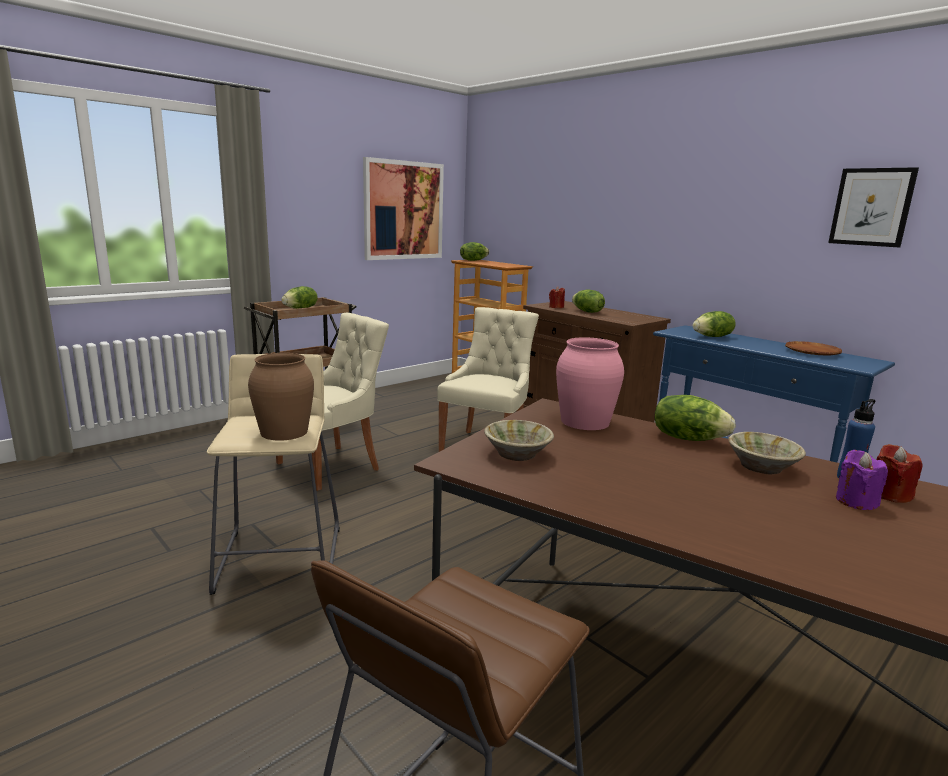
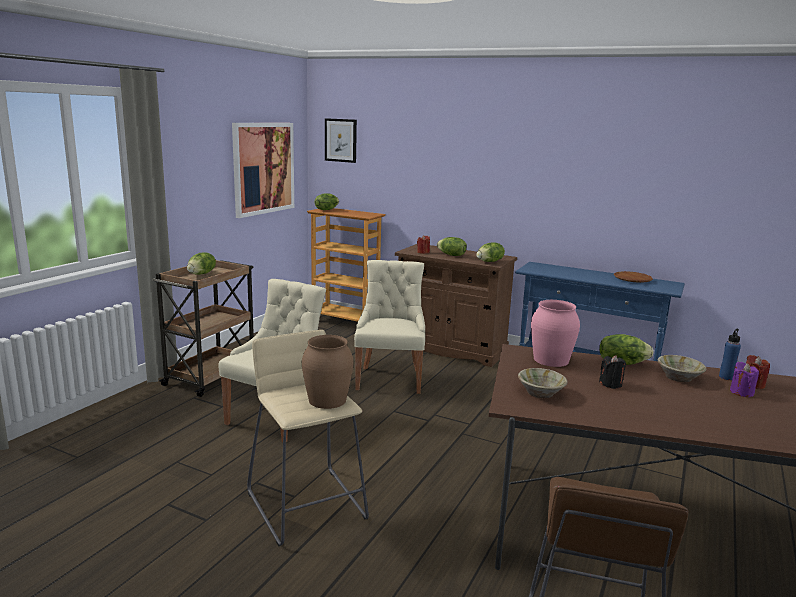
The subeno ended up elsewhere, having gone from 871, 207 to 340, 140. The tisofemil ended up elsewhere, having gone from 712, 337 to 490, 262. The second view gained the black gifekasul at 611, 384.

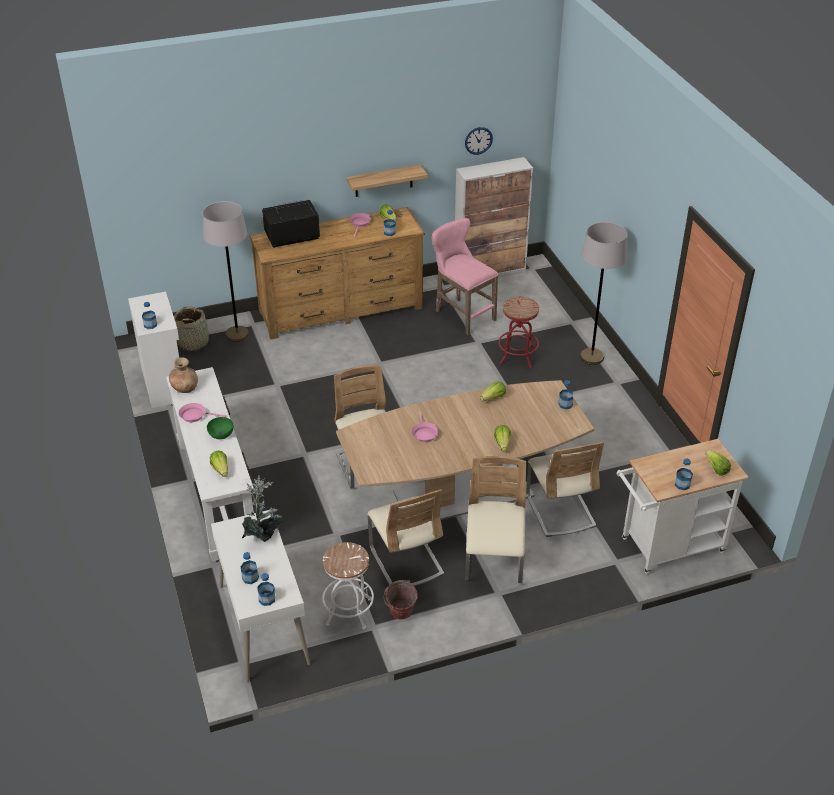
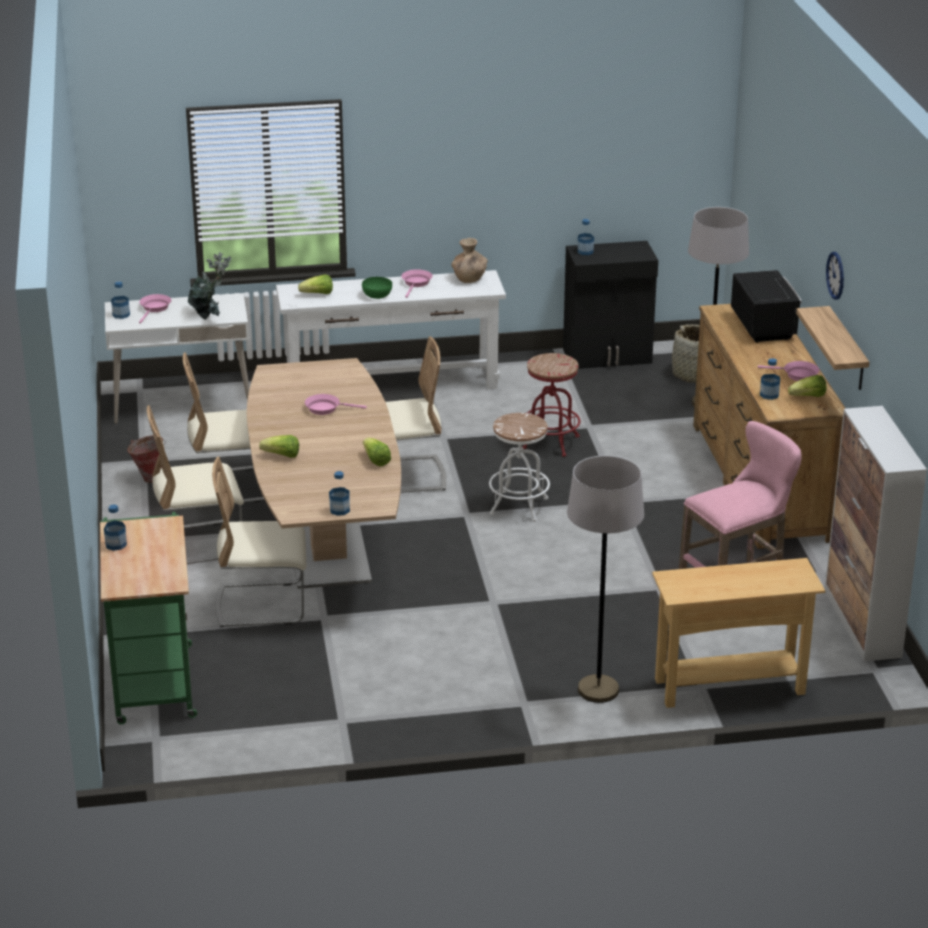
The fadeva ended up elsewhere, having gone from 478, 140 to 835, 275. What was the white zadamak at 164, 384 turned into the black zadamak at 608, 357. The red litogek ended up elsewhere, having gone from 517, 357 to 550, 442. What was the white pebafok at 666, 547 turned into the green pebafok at 153, 678. The second view lost the tisofemil at 716, 468. The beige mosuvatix at 494, 562 ended up facing another way, 150 degrees clockwise from before. The white litogek ended up elsewhere, having gone from 348, 611 to 519, 506. Where the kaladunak stood at 250, 577, the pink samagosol came to stand at 155, 308. The second view gained the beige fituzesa at 729, 686.

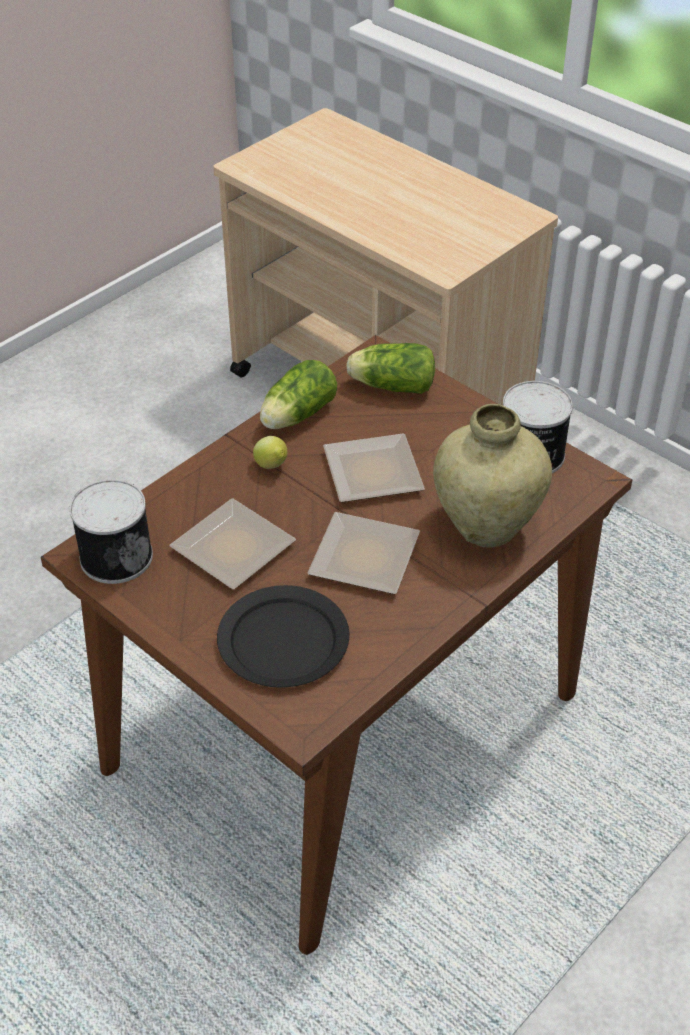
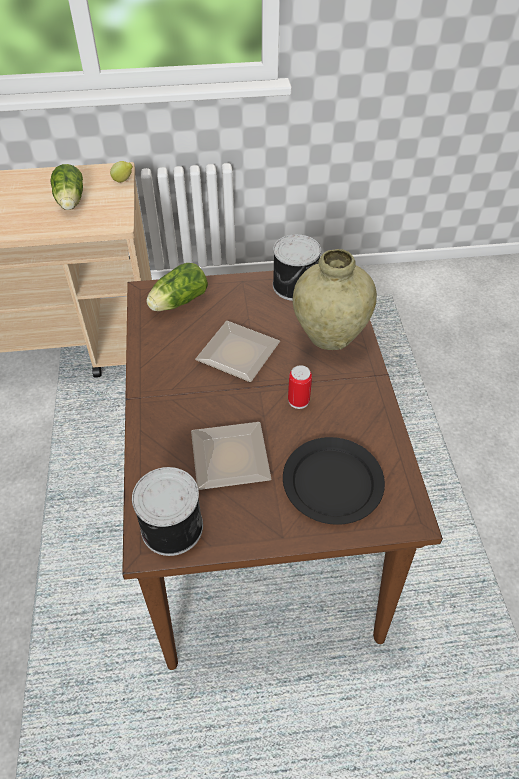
The tisofemil ended up elsewhere, having gone from 295, 416 to 70, 202. The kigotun ended up elsewhere, having gone from 272, 466 to 123, 181. Where the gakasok stood at 362, 554, the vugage came to stand at 298, 400.

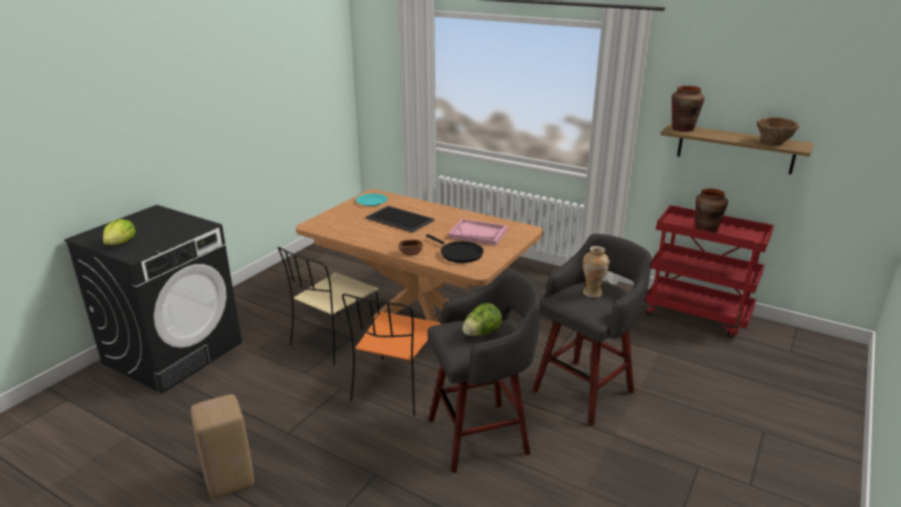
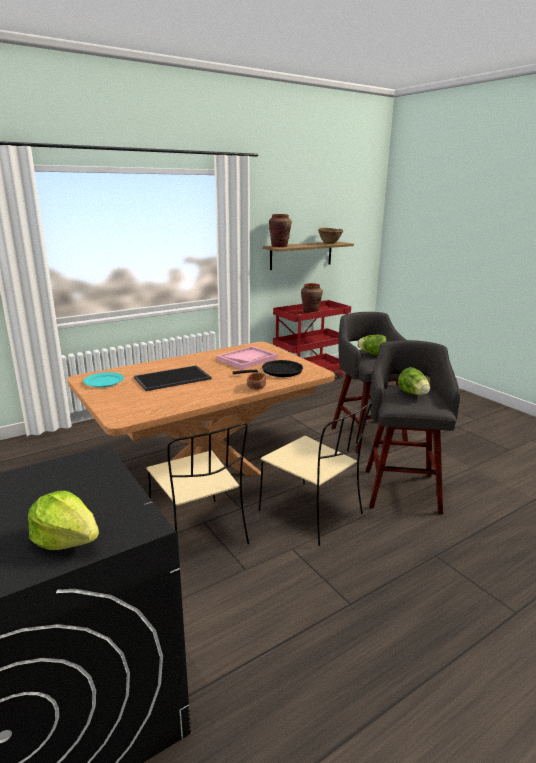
Where the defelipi stood at 592, 293, the tisofemil came to stand at 372, 354. What was the orange mosuvatix at 396, 387 turned into the beige mosuvatix at 312, 513. The second view lost the beige litogek at 229, 480.

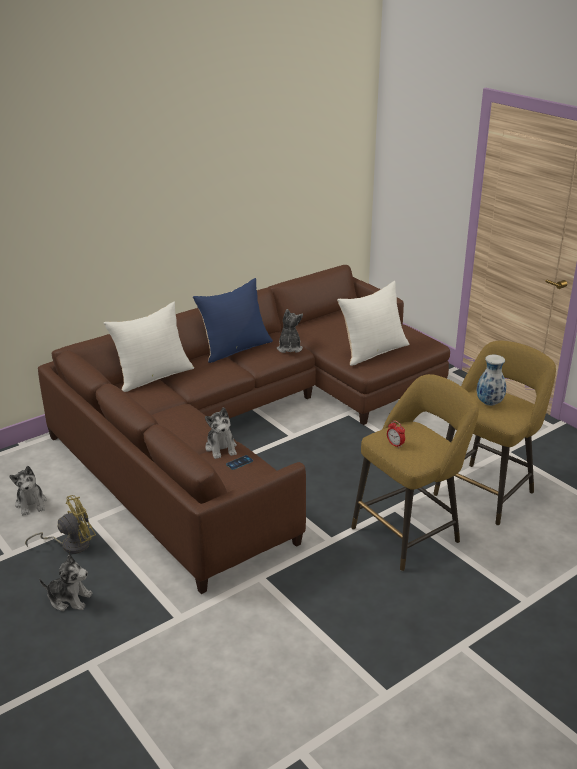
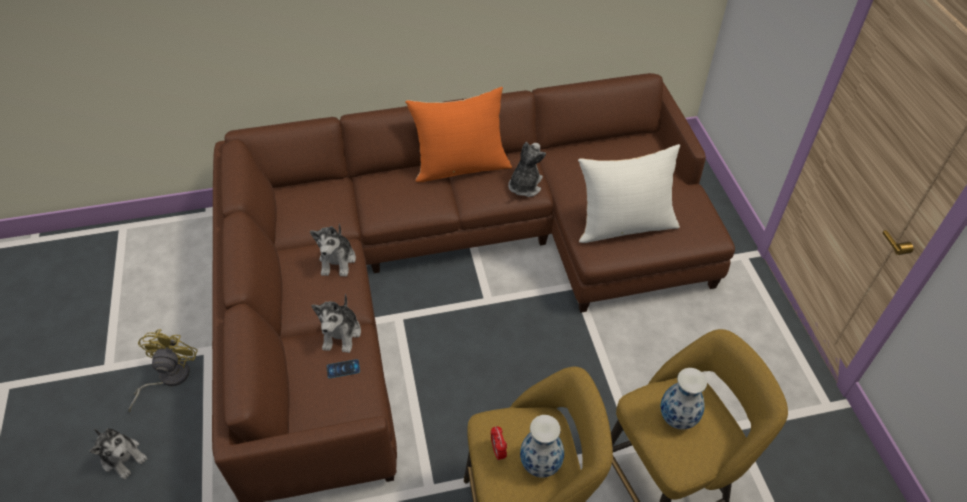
What was the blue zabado at 235, 348 turned into the orange zabado at 461, 166. The second view lost the white zabado at 153, 376. The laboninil ended up elsewhere, having gone from 31, 503 to 337, 260. The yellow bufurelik at 70, 544 ended up facing another way, 75 degrees counterclockwise from before. The second view gained the defelipi at 541, 465.

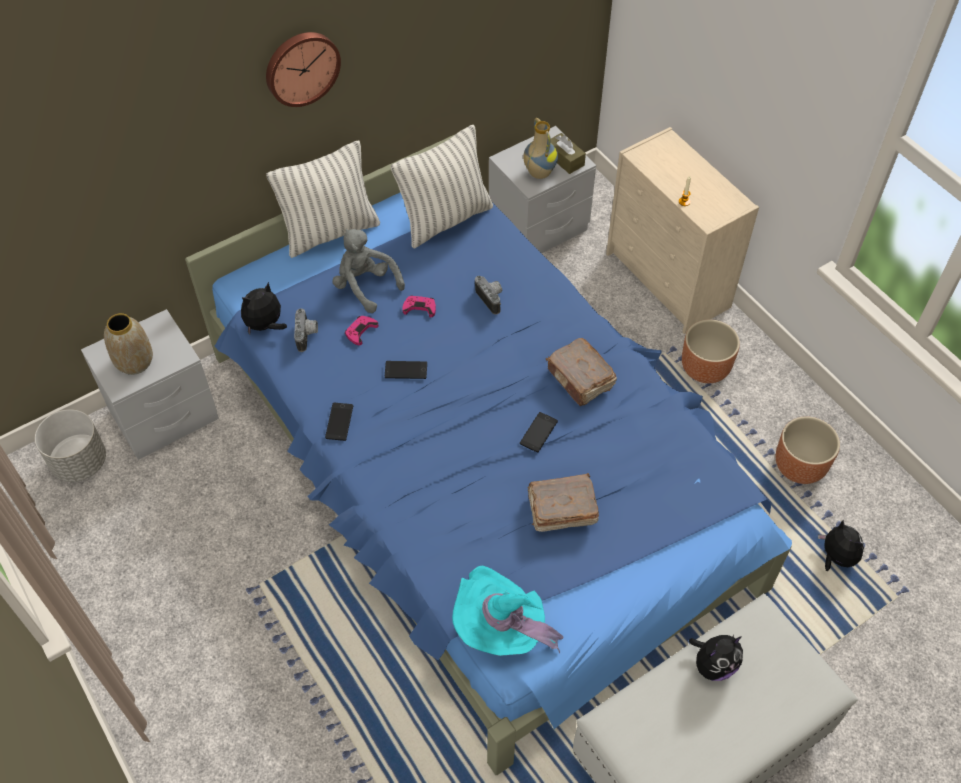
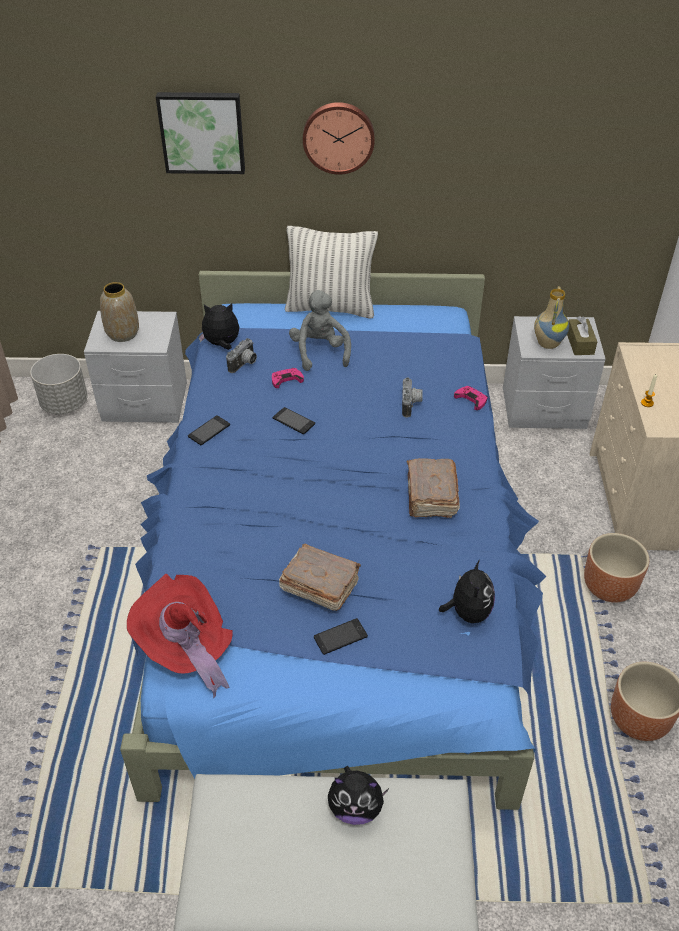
The second view lost the zabado at 445, 219. The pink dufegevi ended up elsewhere, having gone from 419, 308 to 471, 399. The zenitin ended up elsewhere, having gone from 538, 432 to 340, 637. The laboninil ended up elsewhere, having gone from 836, 557 to 468, 612. What was the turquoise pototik at 502, 629 turned into the red pototik at 186, 649. The second view gained the subeno at 202, 131.

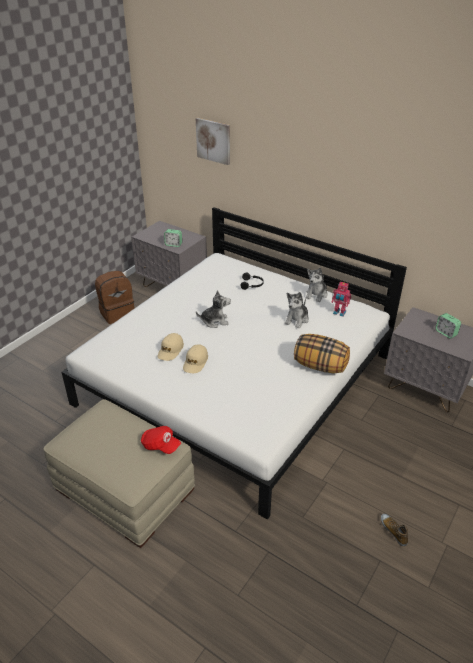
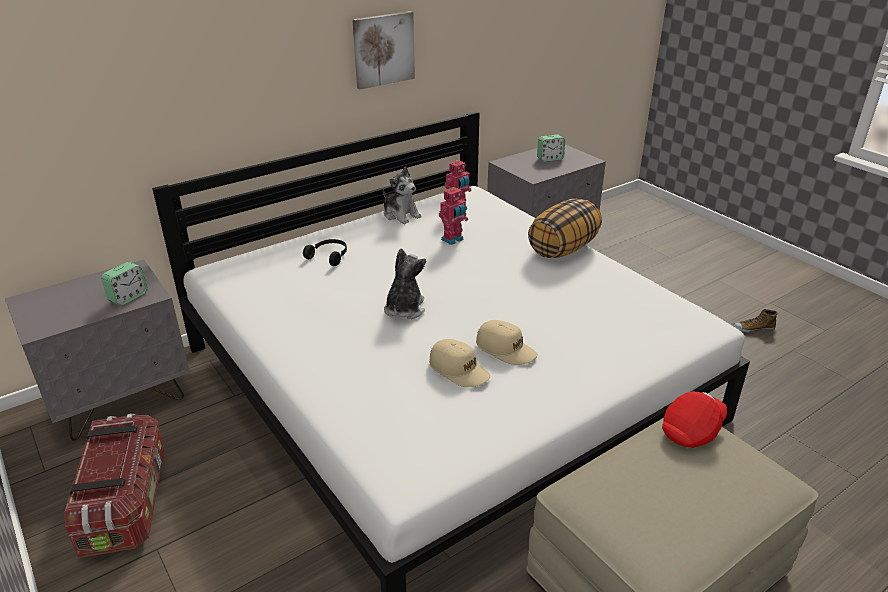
The subeno ended up elsewhere, having gone from 214, 140 to 383, 49. Where the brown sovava stood at 117, 313, the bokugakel came to stand at 126, 502. Where the laboninil stood at 297, 319, the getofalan came to stand at 453, 240.

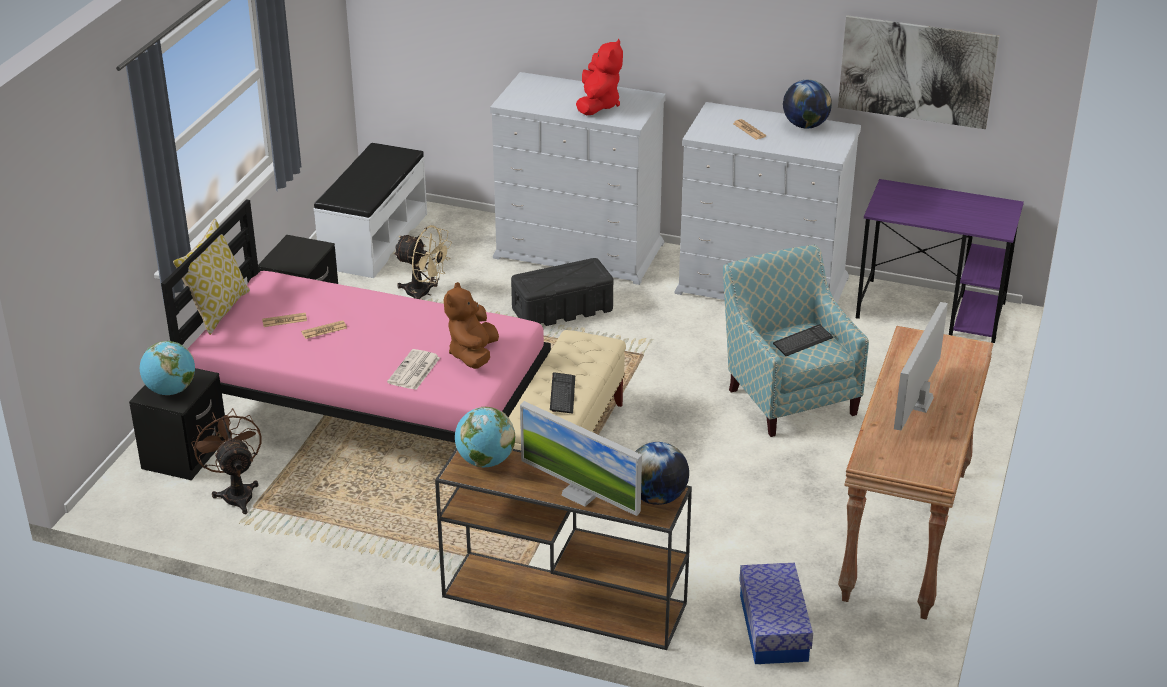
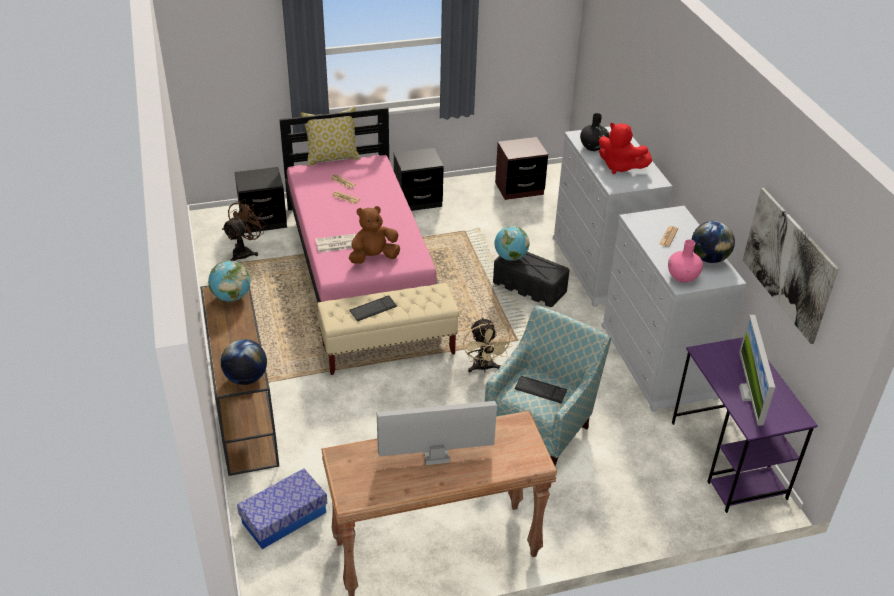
The red laboninil at 598, 105 ended up facing another way, 60 degrees clockwise from before. Where the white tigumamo stood at 373, 240, the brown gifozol came to stand at 519, 189. The beige bufurelik ended up elsewhere, having gone from 424, 293 to 484, 368. The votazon ended up elsewhere, having gone from 170, 390 to 510, 257. The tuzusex ended up elsewhere, having gone from 580, 494 to 750, 393. The second view gained the black defelipi at 593, 147. The second view gained the pink defelipi at 682, 277.

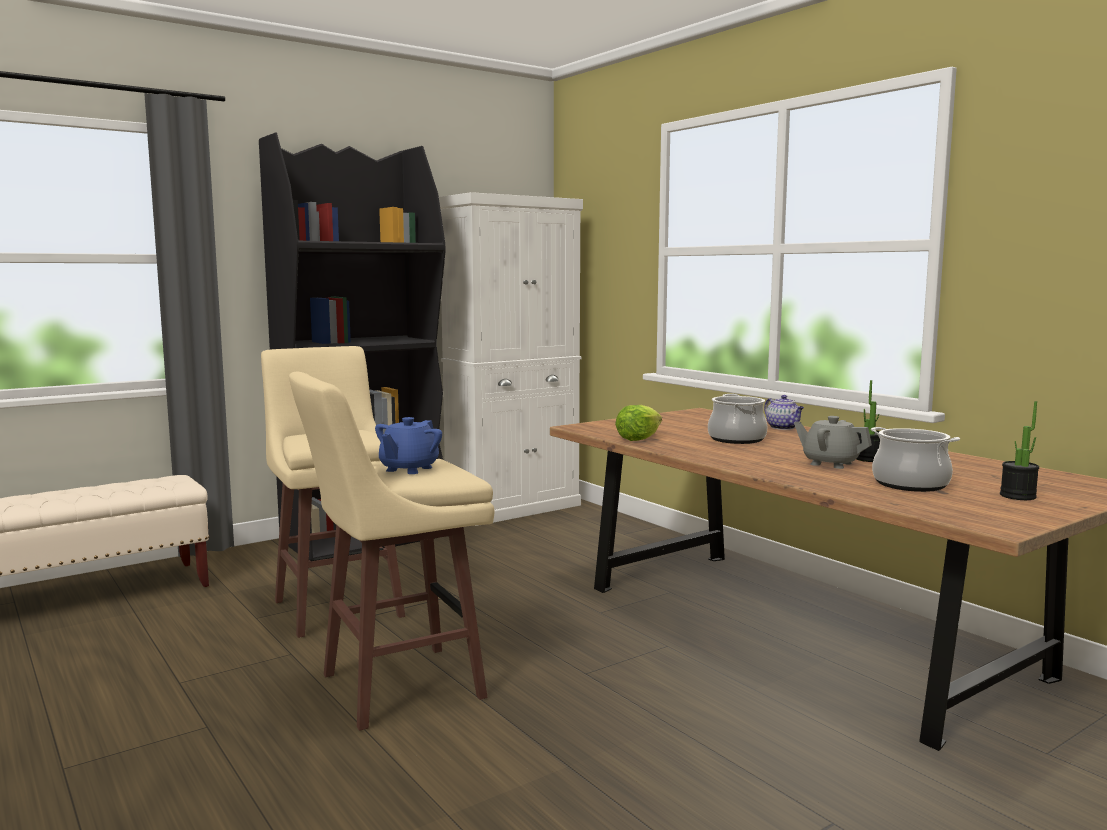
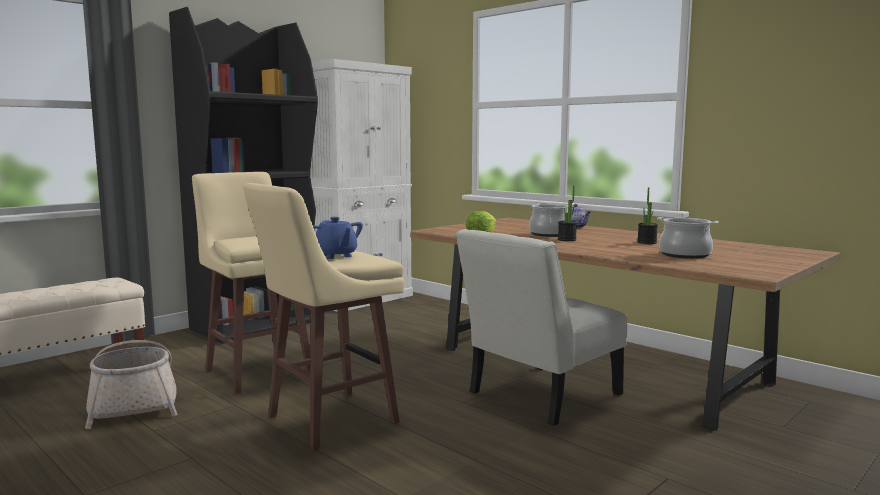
The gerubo ended up elsewhere, having gone from 1017, 496 to 567, 240. The second view lost the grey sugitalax at 830, 463. The blue sugitalax at 408, 469 ended up facing another way, 45 degrees counterclockwise from before. The second view gained the white mosuvatix at 539, 396. The second view gained the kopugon at 135, 402.

